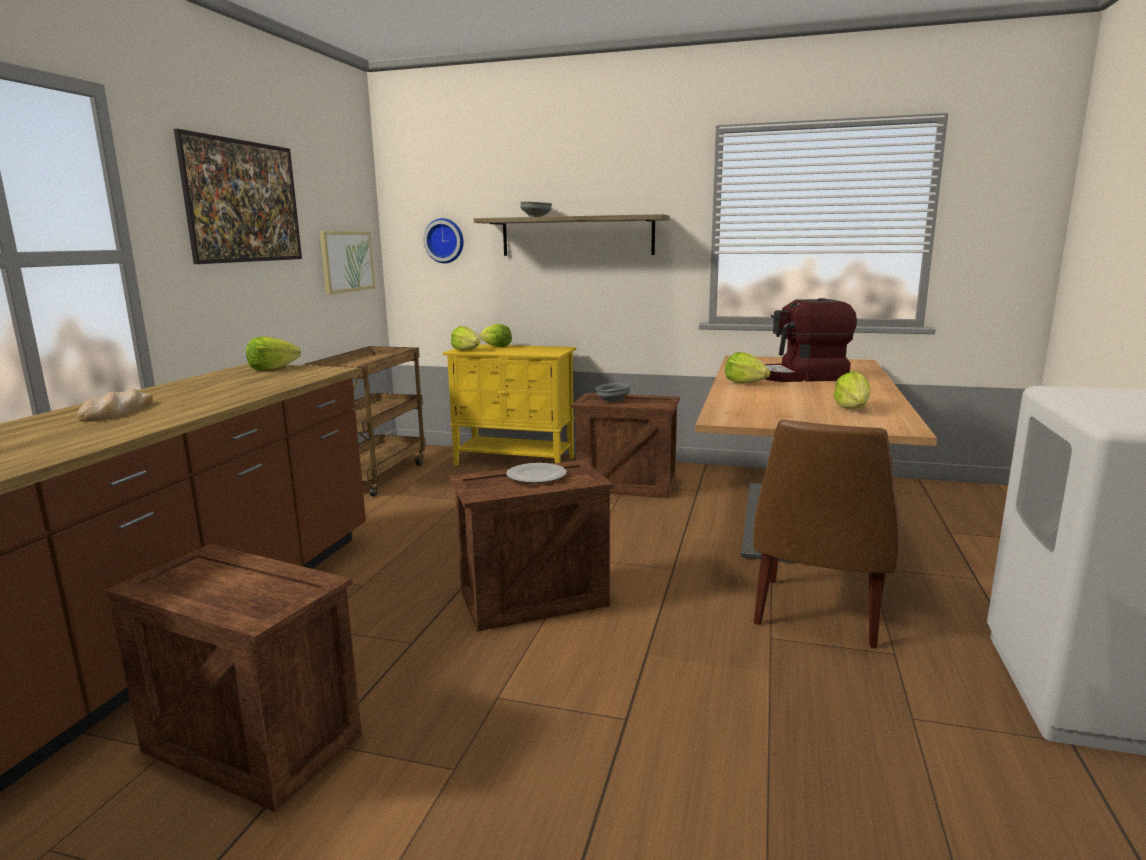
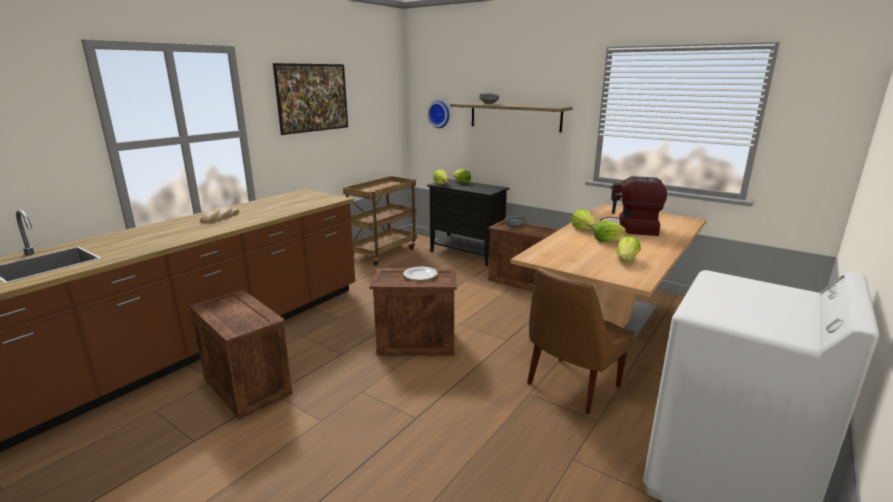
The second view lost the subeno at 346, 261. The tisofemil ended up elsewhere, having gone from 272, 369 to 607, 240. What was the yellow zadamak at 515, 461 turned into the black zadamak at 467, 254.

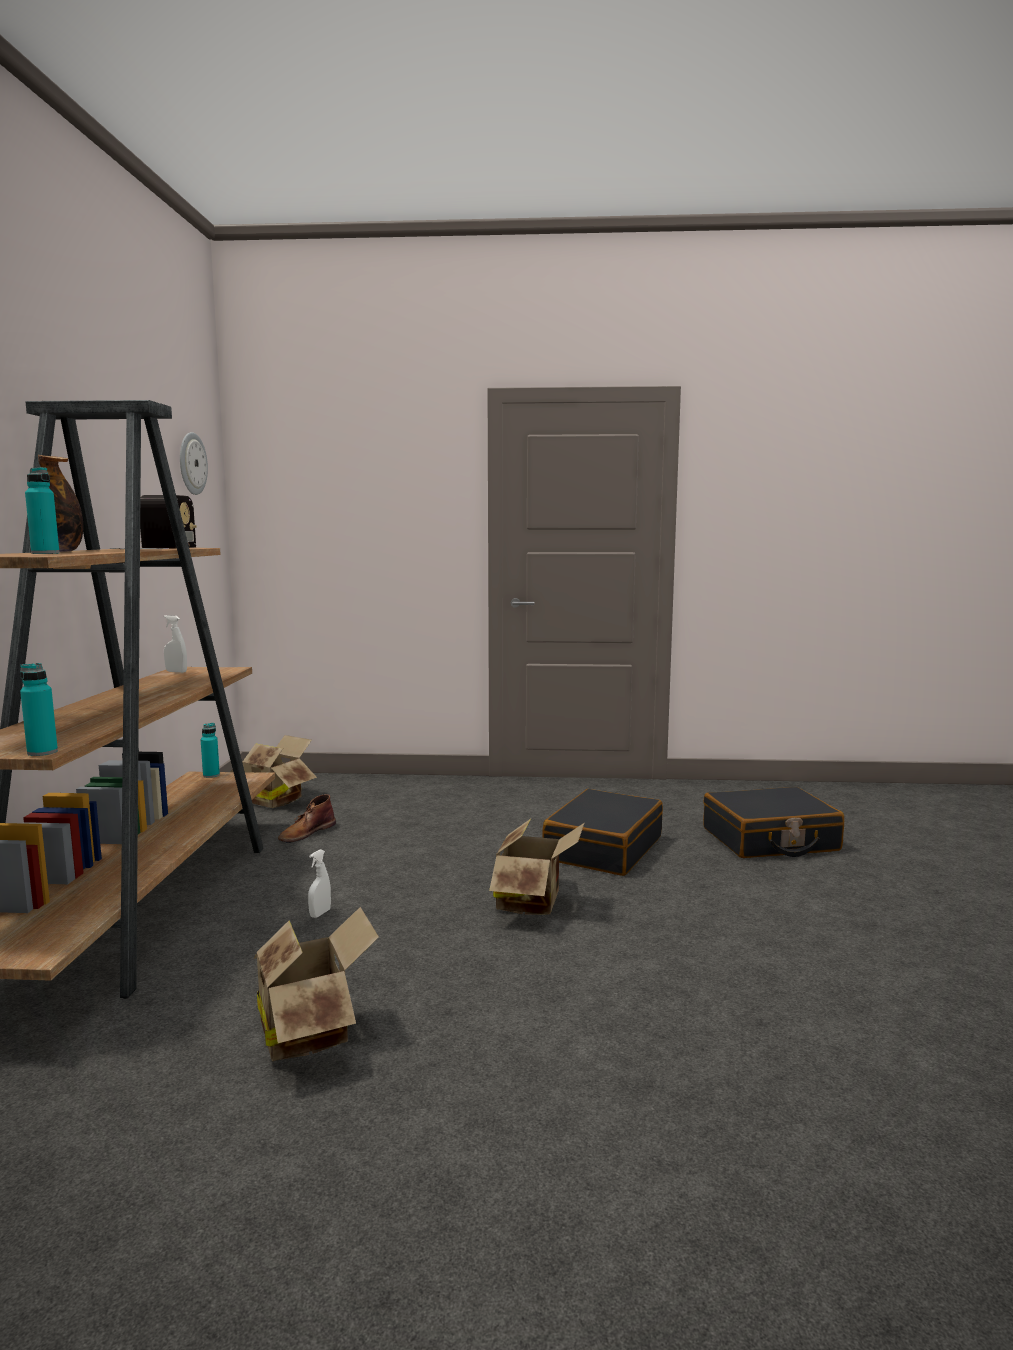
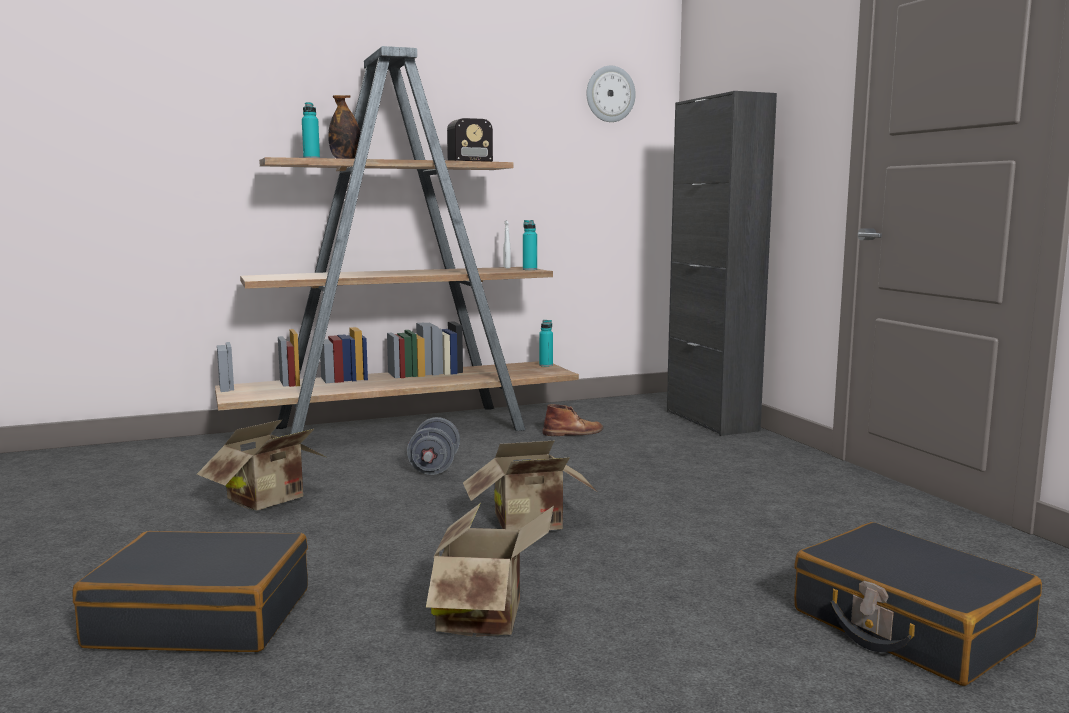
The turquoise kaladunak ended up elsewhere, having gone from 42, 752 to 529, 269. The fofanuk ended up elsewhere, having gone from 275, 799 to 488, 617. The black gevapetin ended up elsewhere, having gone from 603, 848 to 202, 617. The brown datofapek at 306, 832 ended up facing another way, 150 degrees clockwise from before. Where the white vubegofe stood at 320, 913, the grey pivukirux came to stand at 434, 467. The second view gained the black zadamak at 711, 421.

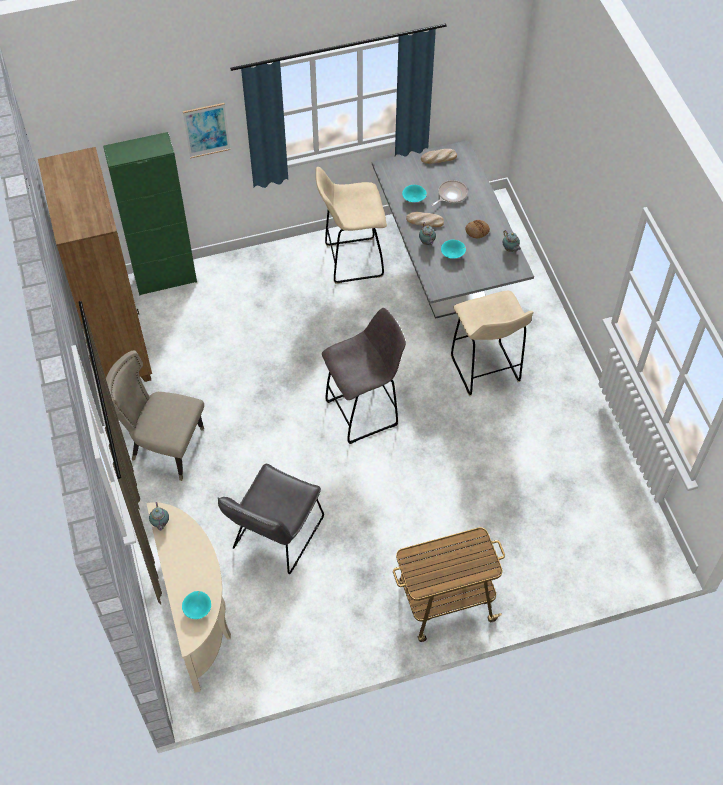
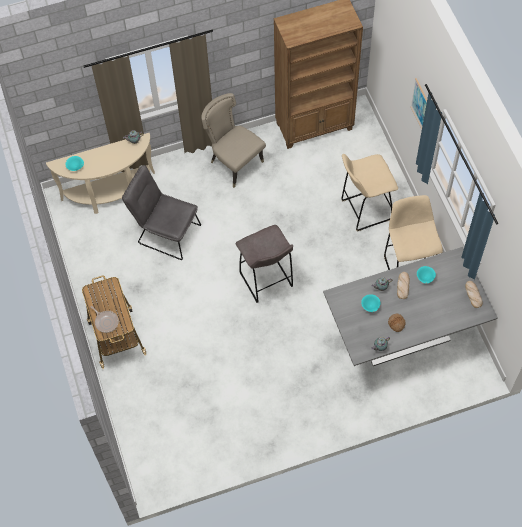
The second view lost the green zadamak at 165, 279. The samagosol ended up elsewhere, having gone from 451, 195 to 106, 321. The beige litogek ended up elsewhere, having gone from 485, 371 to 364, 210. The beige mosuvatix at 164, 446 ended up facing another way, 60 degrees counterclockwise from before.

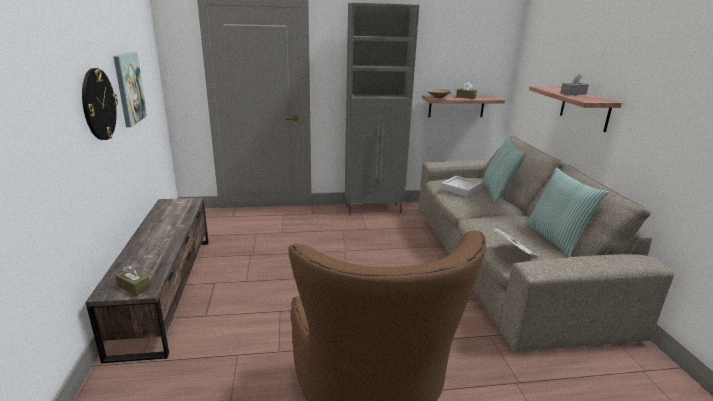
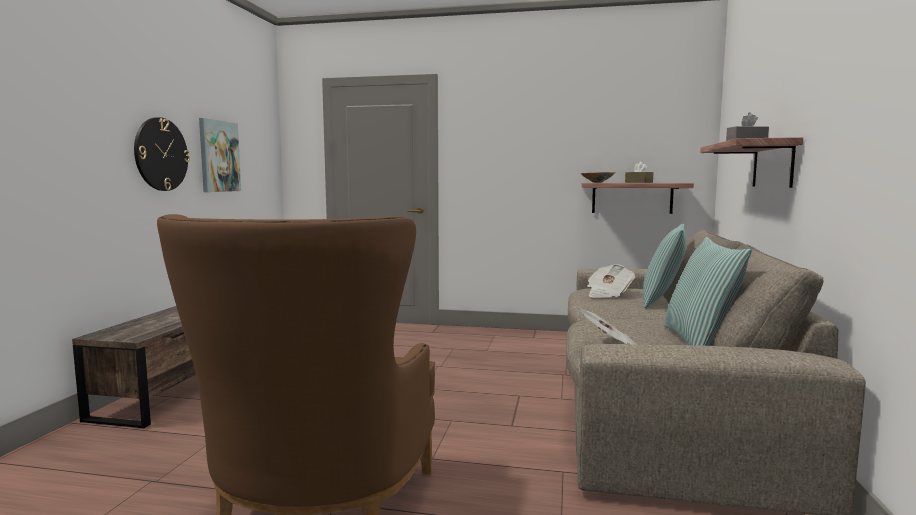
The second view lost the grey zadamak at 374, 209. Where the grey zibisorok stood at 460, 189, the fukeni came to stand at 608, 294. The second view lost the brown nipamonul at 134, 287.

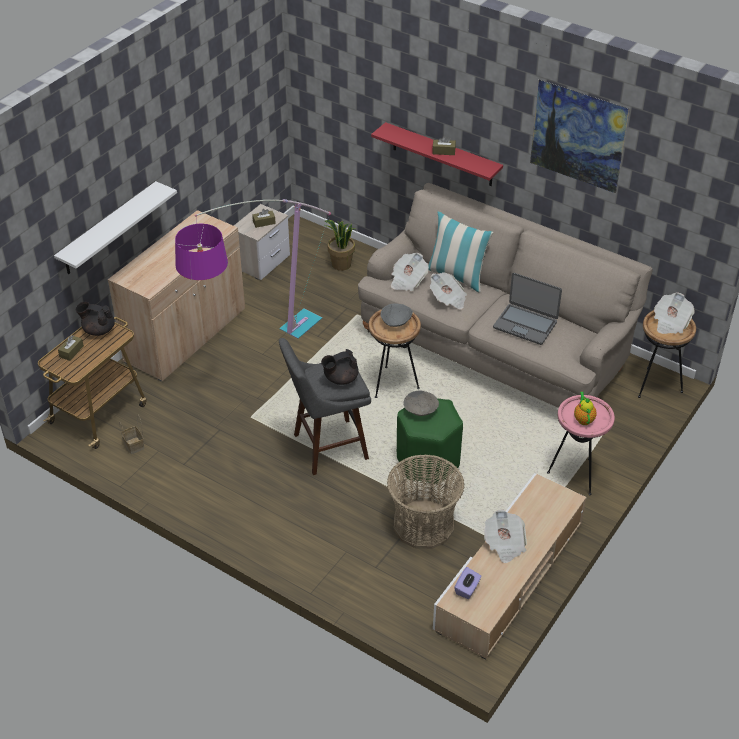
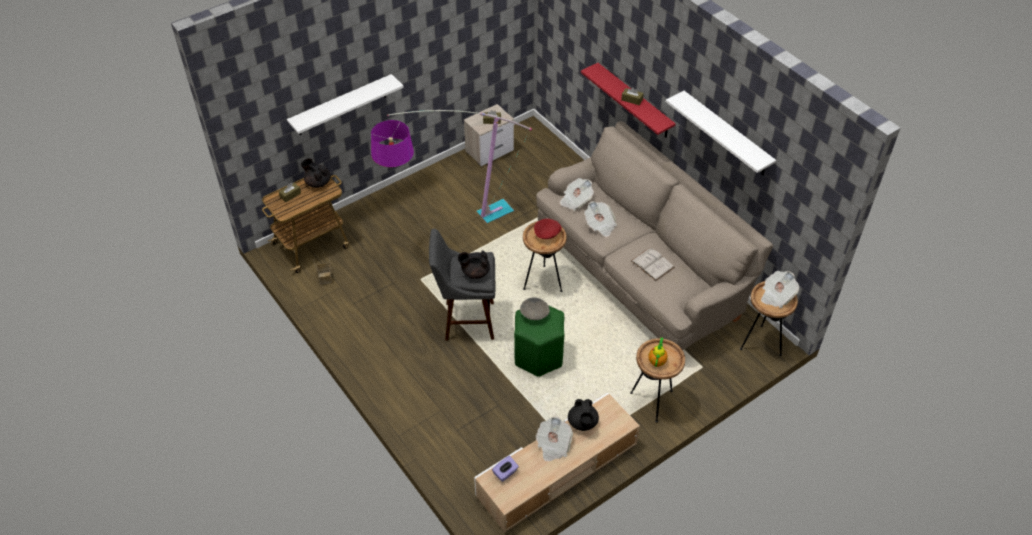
Where the subeno hung at 575, 157, the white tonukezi came to hang at 726, 134. The second view lost the beige zadamak at 186, 336. The second view lost the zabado at 457, 276. The second view lost the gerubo at 341, 265. Where the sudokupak stood at 525, 324, the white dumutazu came to stand at 652, 264. What was the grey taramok at 396, 322 turned into the red taramok at 547, 234. What was the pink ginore at 575, 475 turned into the brown ginore at 653, 402. The second view lost the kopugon at 423, 525. The second view gained the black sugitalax at 582, 423.

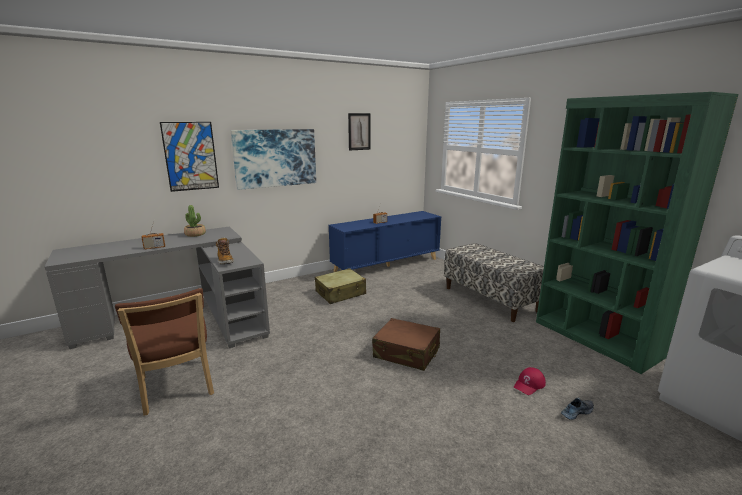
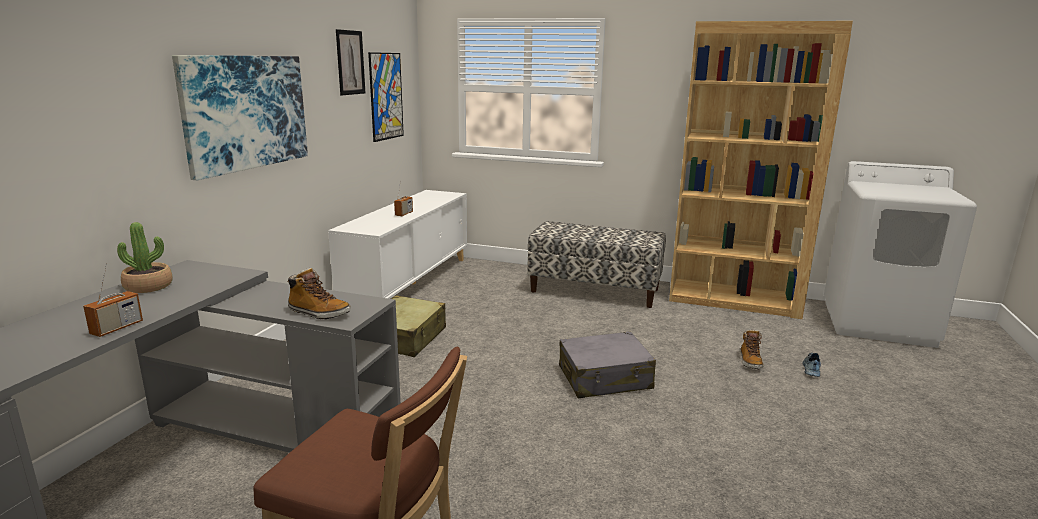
What was the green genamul at 596, 339 turned into the brown genamul at 734, 300. The subeno ended up elsewhere, having gone from 190, 156 to 386, 96. What was the blue zadamak at 387, 265 turned into the white zadamak at 409, 282. What was the brown gevapetin at 406, 353 turned into the grey gevapetin at 605, 378. Where the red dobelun stood at 529, 384, the datofapek came to stand at 750, 361.

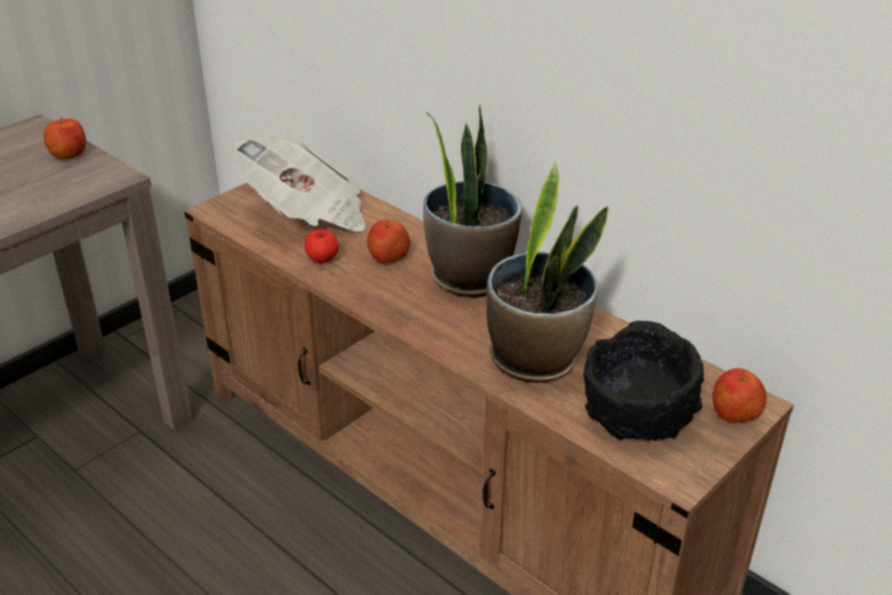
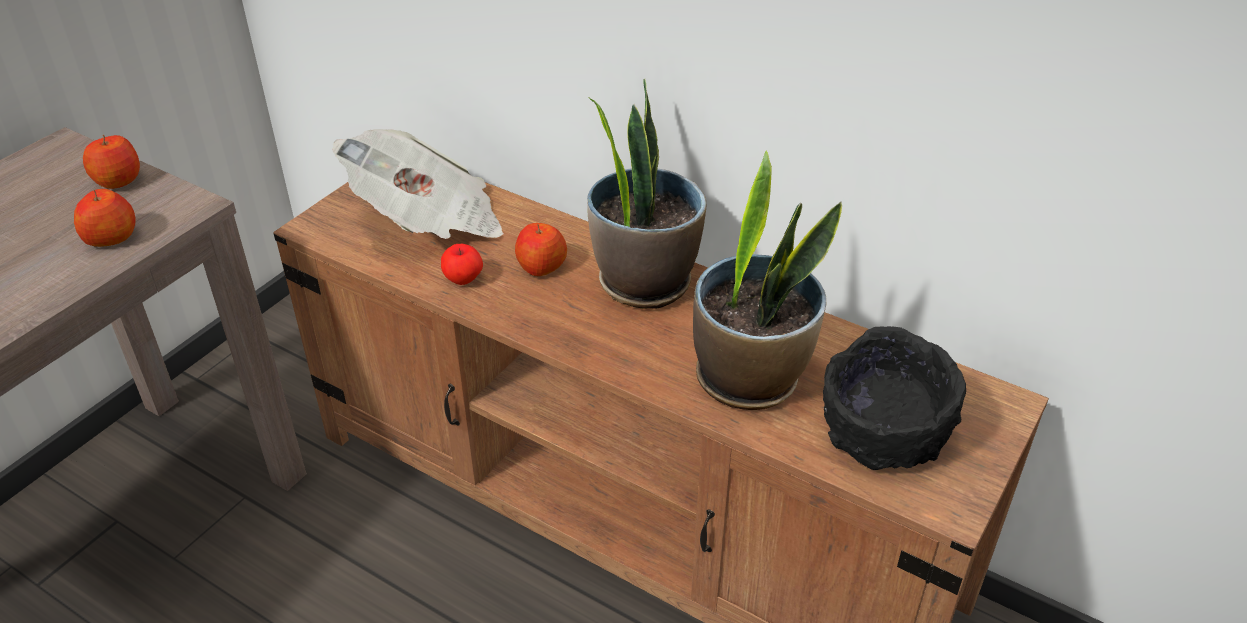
The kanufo ended up elsewhere, having gone from 734, 412 to 111, 237.

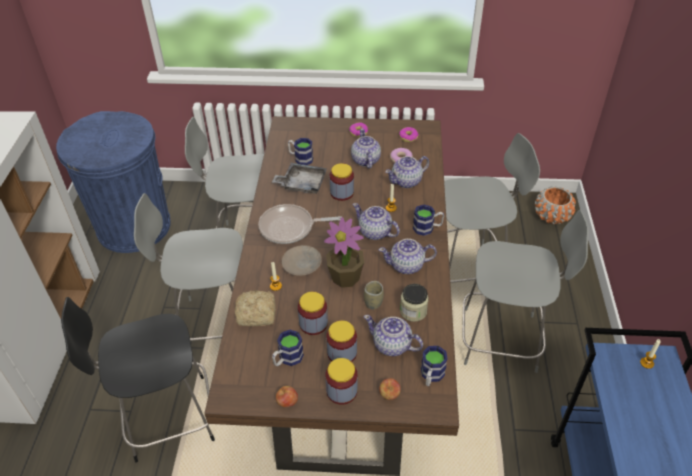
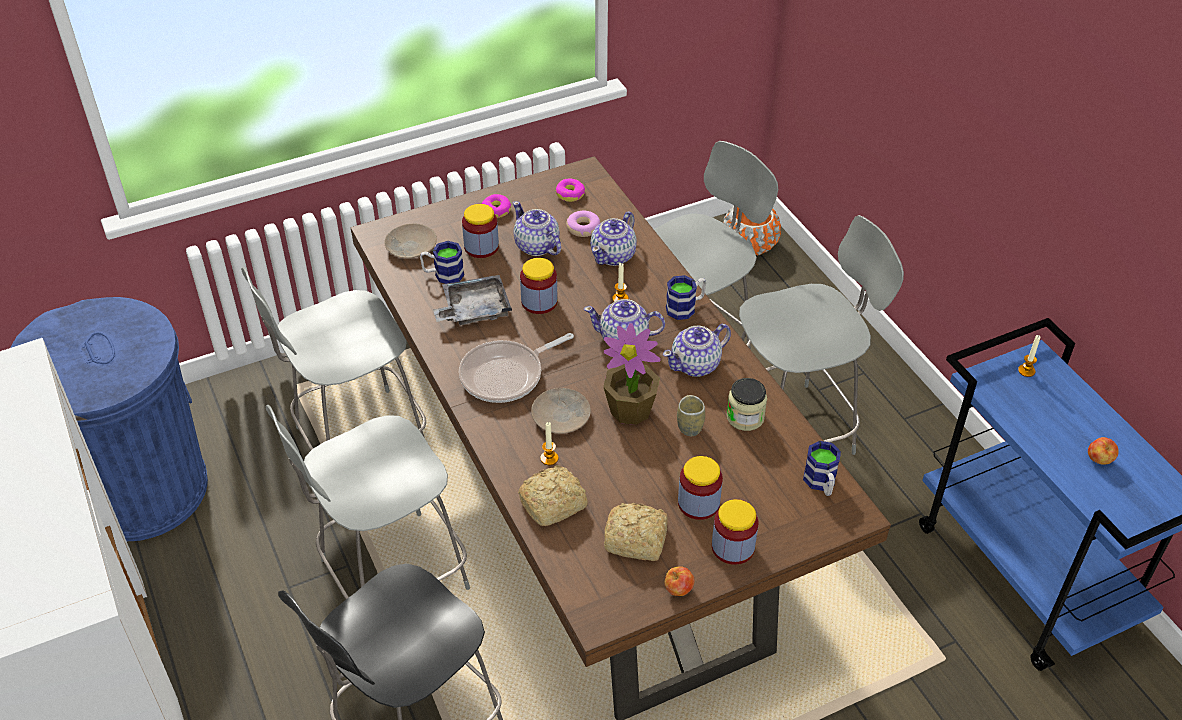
The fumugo ended up elsewhere, having gone from 313, 323 to 481, 247. The second view lost the sugitalax at 392, 345. Where the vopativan stood at 287, 359, the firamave came to stand at 637, 540. The kanufo ended up elsewhere, having gone from 389, 395 to 1099, 460. The second view gained the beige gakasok at 410, 247.

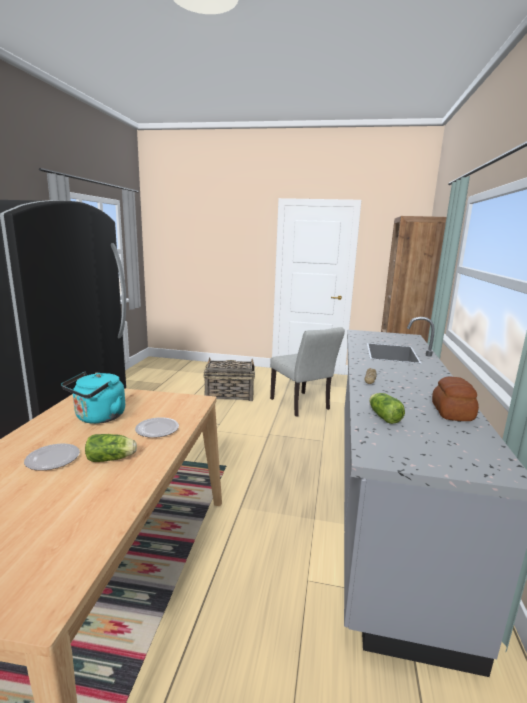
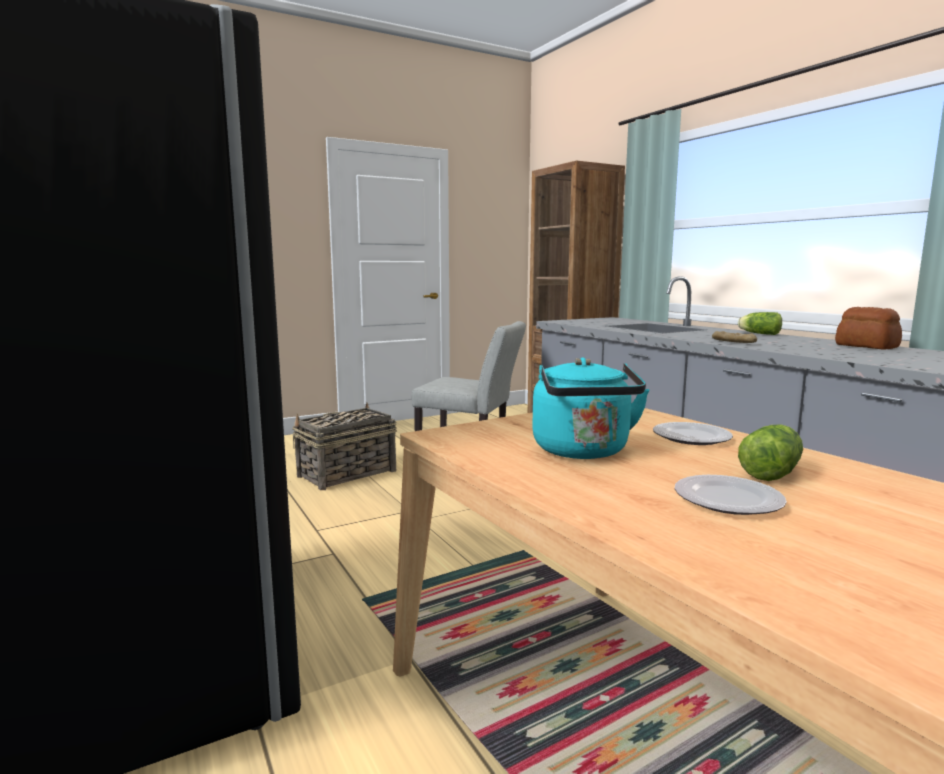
The tisofemil ended up elsewhere, having gone from 383, 416 to 758, 334.

